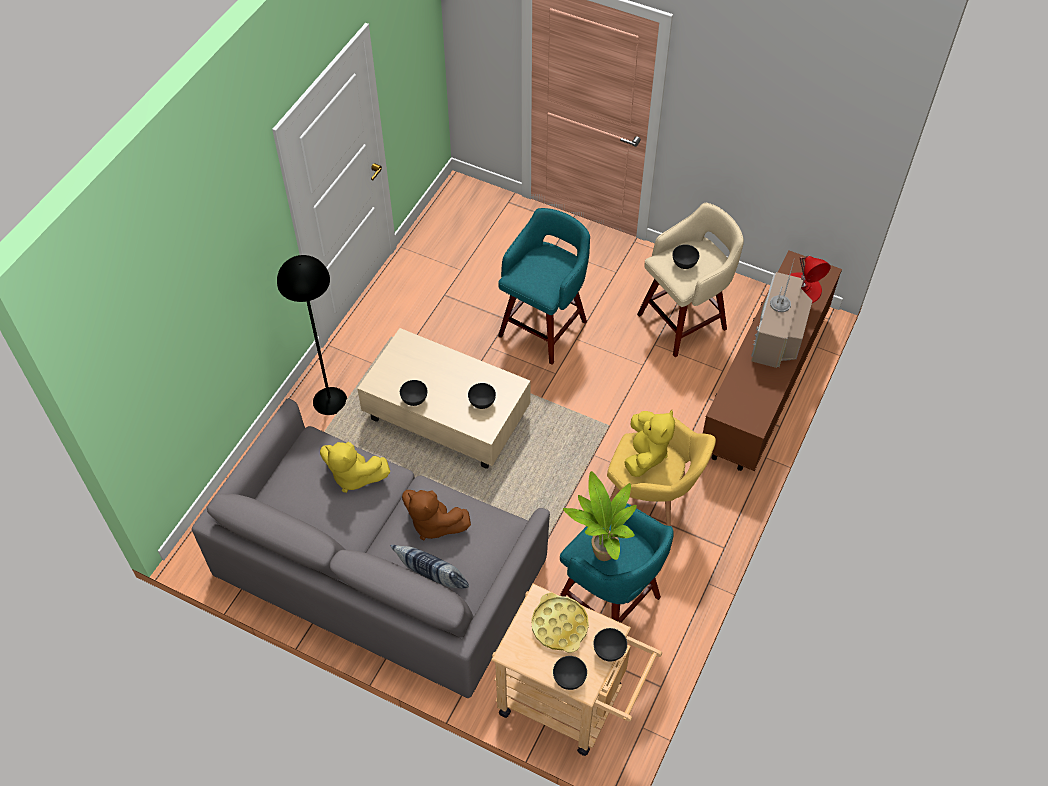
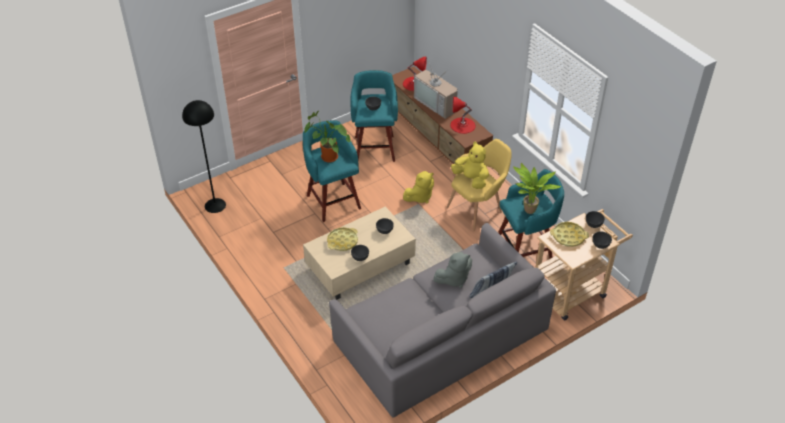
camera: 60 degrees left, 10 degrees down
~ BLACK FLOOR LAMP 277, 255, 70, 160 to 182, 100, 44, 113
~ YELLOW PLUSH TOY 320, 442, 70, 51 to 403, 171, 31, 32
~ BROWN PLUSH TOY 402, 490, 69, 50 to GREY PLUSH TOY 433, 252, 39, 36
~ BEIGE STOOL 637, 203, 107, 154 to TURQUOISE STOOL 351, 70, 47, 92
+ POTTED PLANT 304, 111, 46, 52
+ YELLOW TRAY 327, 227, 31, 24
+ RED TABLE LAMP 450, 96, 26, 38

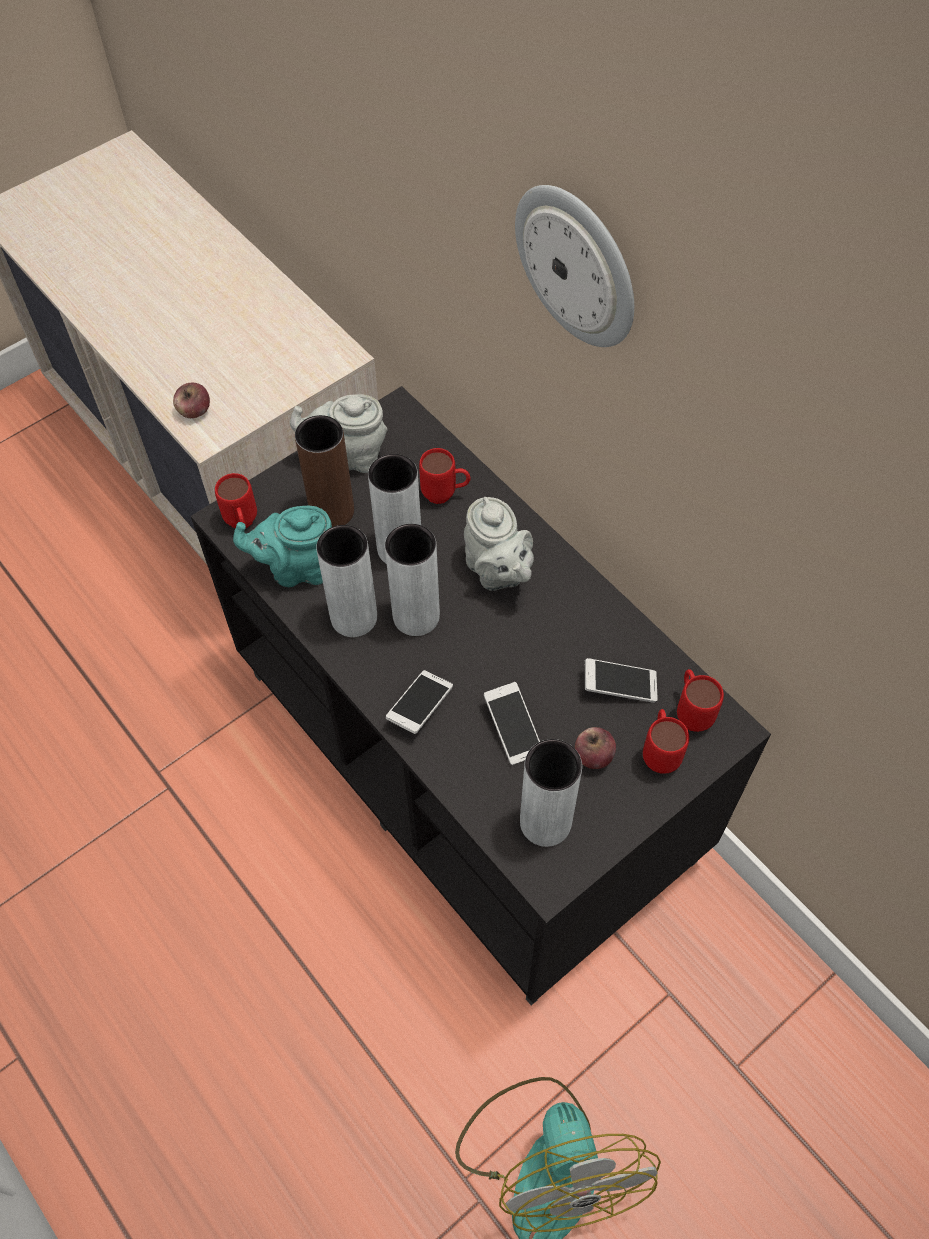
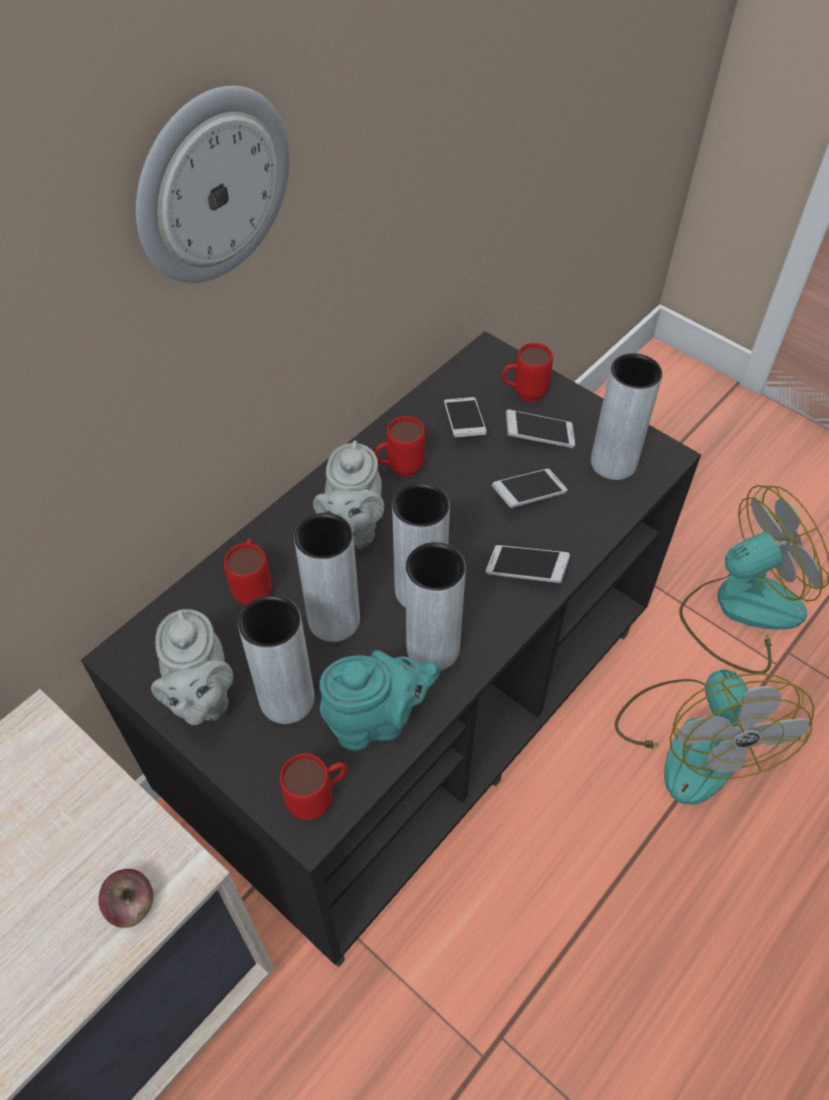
camera: 100 degrees left, 5 degrees down
~ TURQUOISE TEAPOT 233, 506, 99, 81 = 319, 650, 122, 101 90 degrees counterclockwise
~ BROWN VASE 295, 415, 59, 112 to GREY VASE 238, 595, 77, 129
~ GREY TEAPOT 464, 497, 70, 94 = 313, 441, 71, 108 135 degrees clockwise
~ APPLE 575, 727, 41, 42 to PHONE 506, 409, 69, 39
~ RED MUG 677, 669, 47, 63 to 374, 416, 51, 61
+ FAN 614, 669, 200, 135

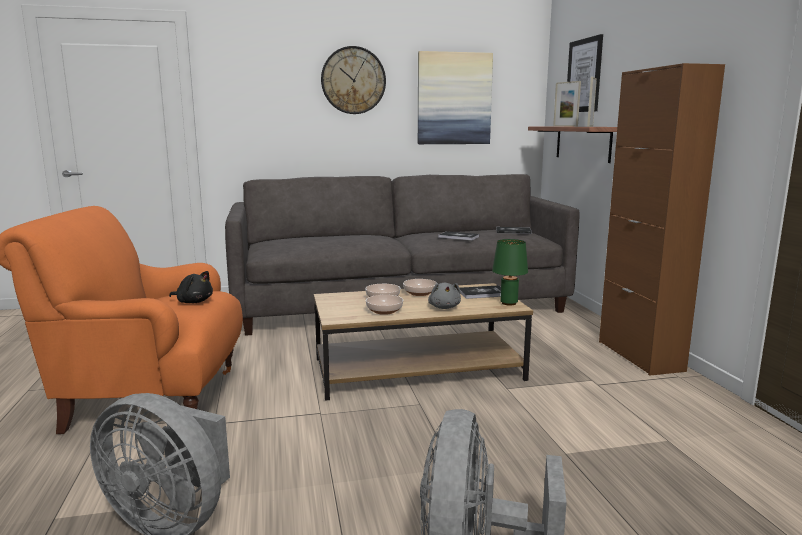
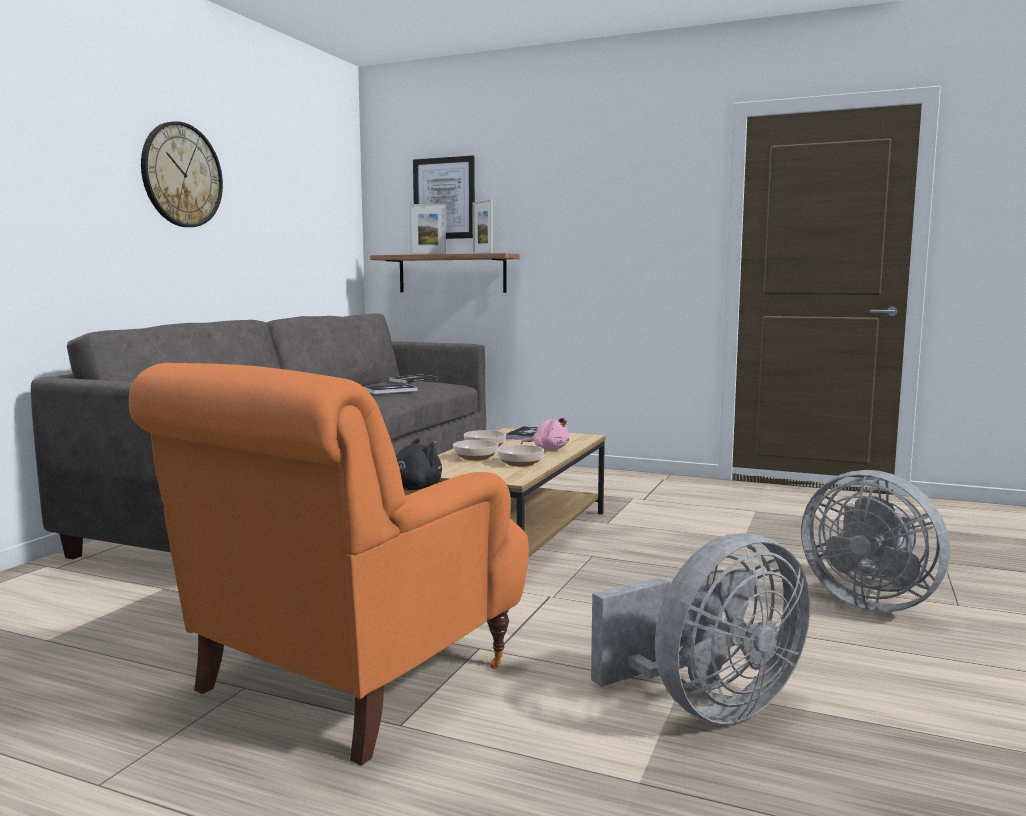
camera: 55 degrees left, 5 degrees down
- PICTURE 418, 51, 75, 93
~ GREY PLUSH TOY 428, 283, 33, 26 to PINK PLUSH TOY 521, 417, 48, 33
- GREEN TABLE LAMP 492, 239, 36, 66
- BROWN CABINET 599, 63, 126, 313

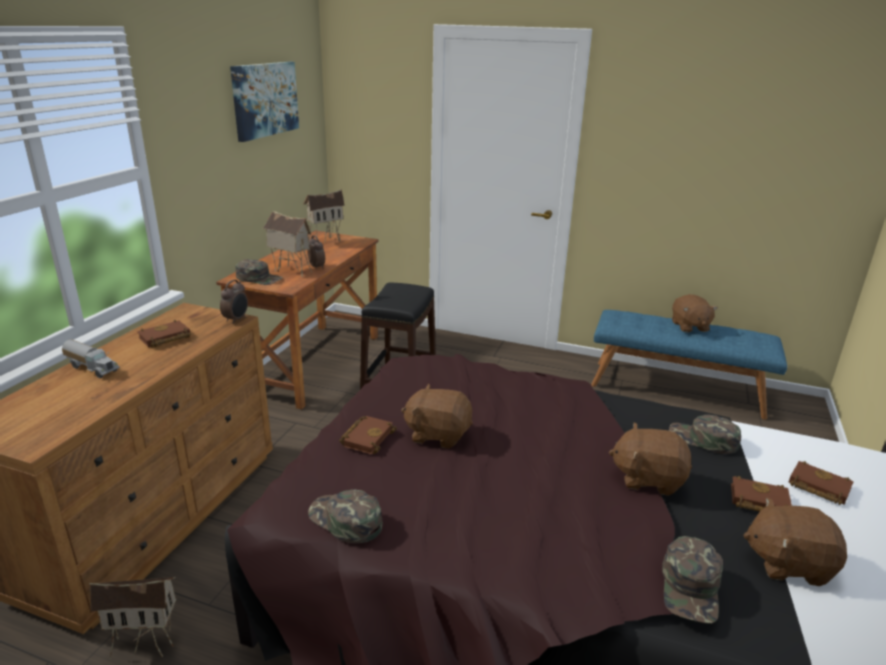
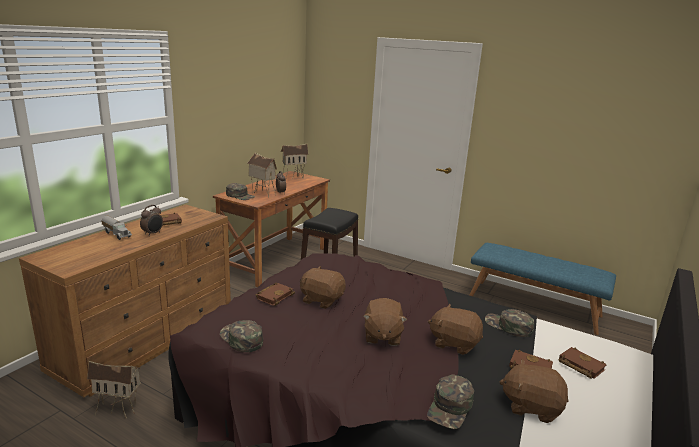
camera: 10 degrees right, 5 degrees down
~ ALARM CLOCK 220, 280, 28, 44 to 140, 205, 23, 30
- PICTURE 230, 62, 69, 80
~ BROWN PLUSH TOY 672, 294, 46, 39 to 363, 298, 44, 48

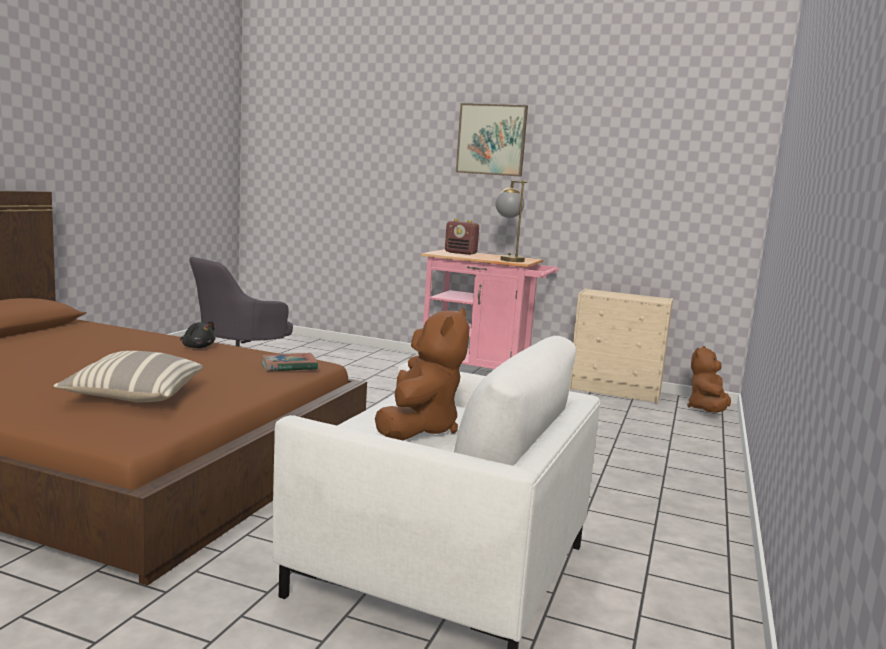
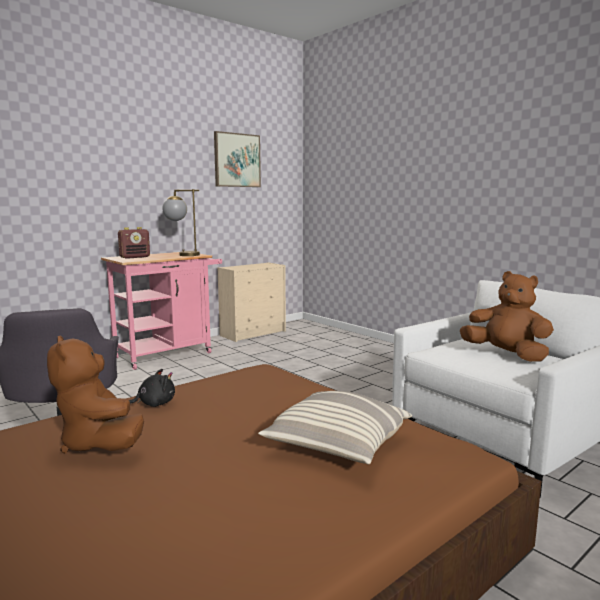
camera: 60 degrees left, 0 degrees up
- BOOK 261, 353, 57, 18
~ PICTURE 456, 103, 72, 74 to 214, 131, 47, 56
~ BROWN PLUSH TOY 687, 346, 44, 67 to 47, 336, 97, 118

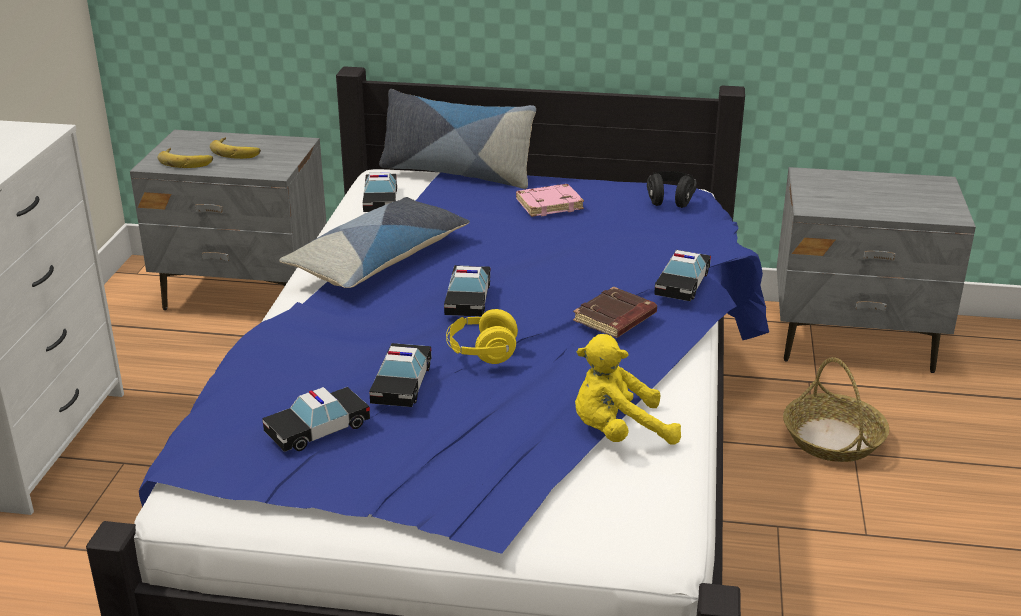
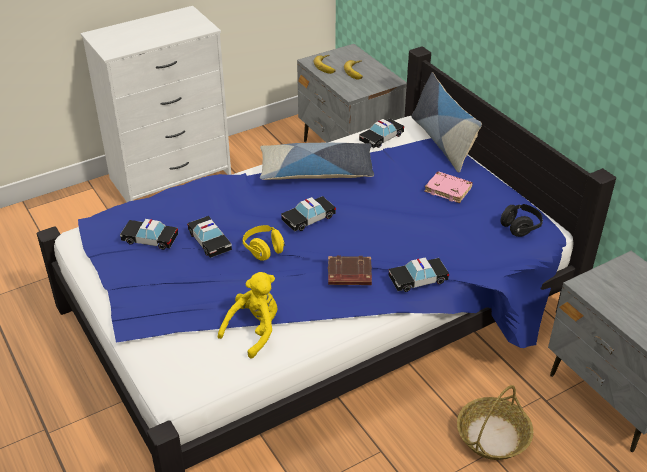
camera: 50 degrees right, 10 degrees up
~ TOY CAR 369, 343, 62, 64 = 187, 216, 45, 42 90 degrees counterclockwise
~ YELLOW PLUSH TOY 575, 334, 106, 111 = 218, 272, 60, 86 90 degrees clockwise

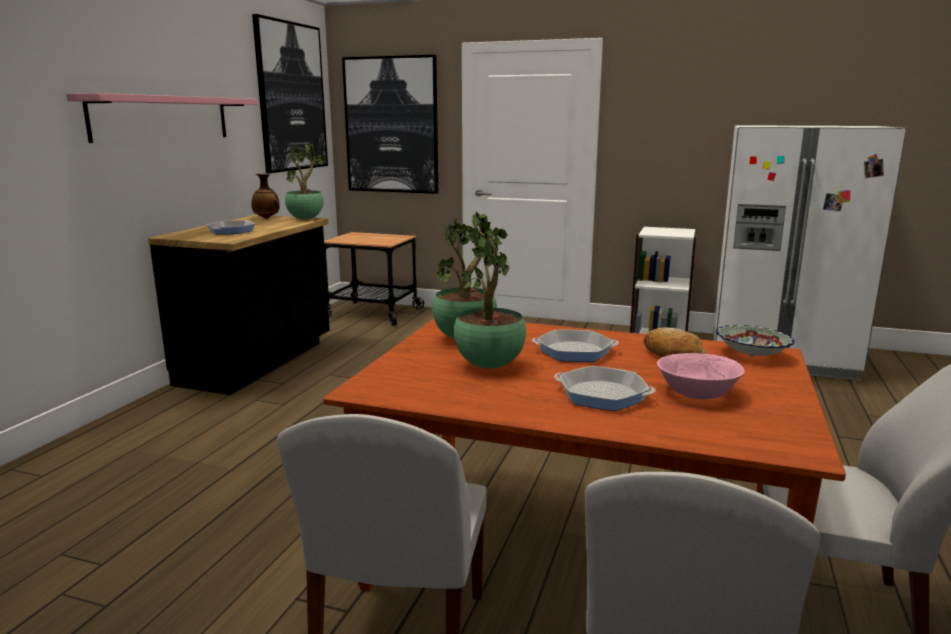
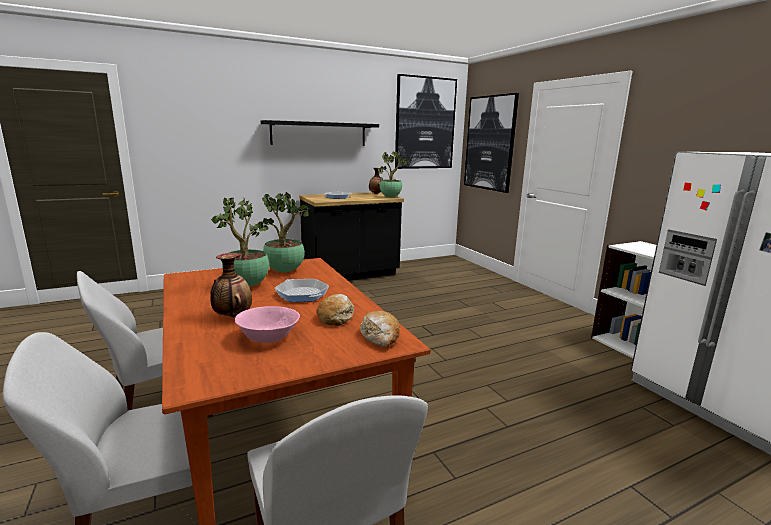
camera: 45 degrees right, 0 degrees up
~ PINK SHELF 66, 93, 192, 50 to BLACK SHELF 261, 120, 118, 26
- CART 324, 232, 100, 94
~ FRYING PAN 554, 366, 101, 45 to VASE 210, 253, 42, 64
~ BOWL 716, 325, 78, 31 to BREAD 360, 311, 40, 36

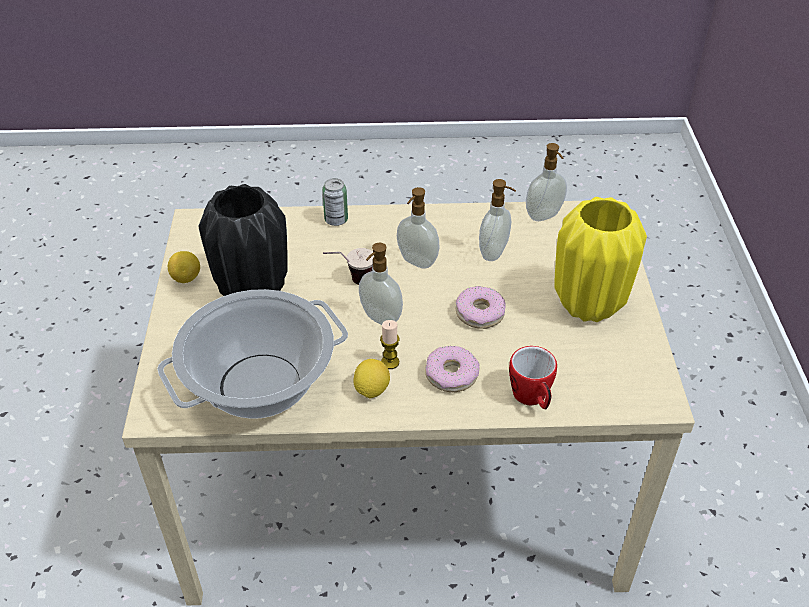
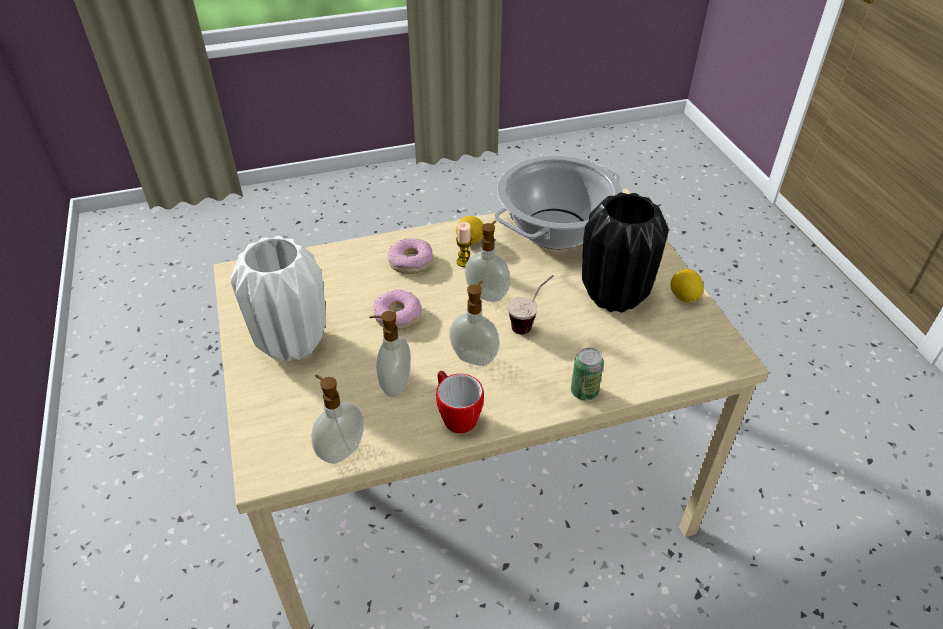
camera: 165 degrees right, 0 degrees up
~ MUG 509, 346, 48, 63 to 436, 371, 48, 62
~ YELLOW VASE 554, 197, 93, 125 to WHITE VASE 230, 236, 96, 126

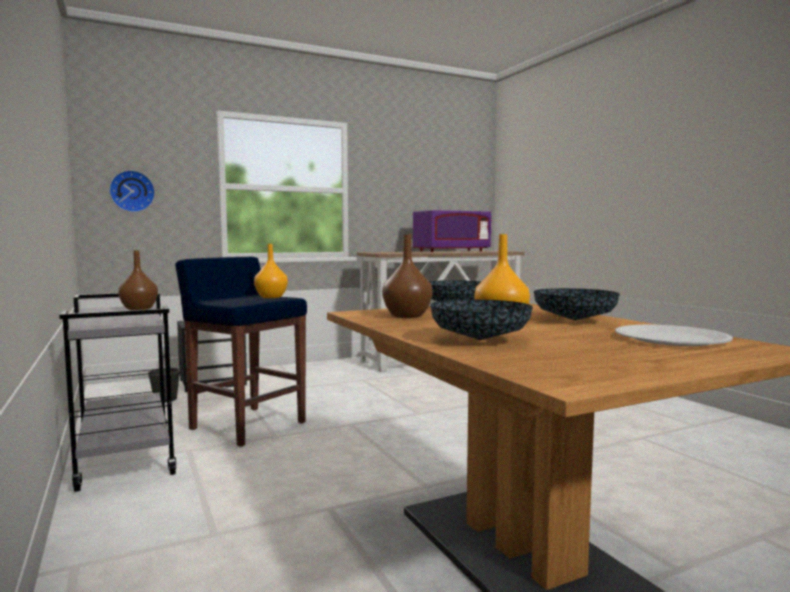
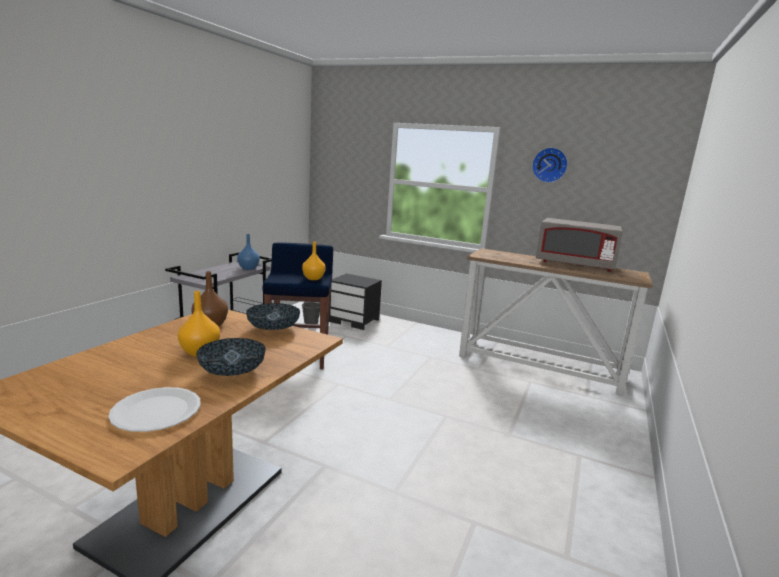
camera: 50 degrees right, 10 degrees up
~ WALL CLOCK 109, 170, 46, 42 to 532, 147, 36, 36
~ BROWN VASE 118, 250, 40, 60 to BLUE VASE 237, 234, 23, 36
~ PURPLE MICROWAVE 413, 210, 78, 42 to GREY MICROWAVE 536, 218, 87, 54
- BOWL 430, 299, 103, 41

